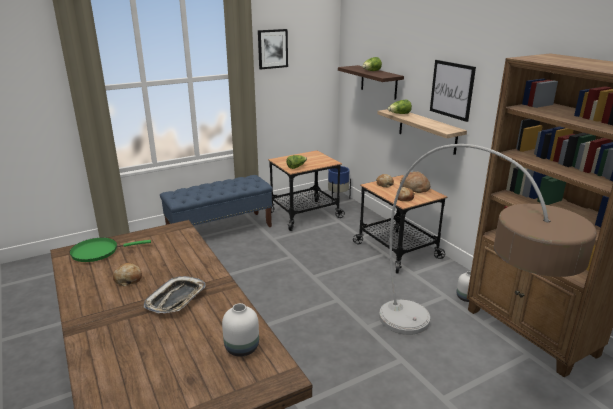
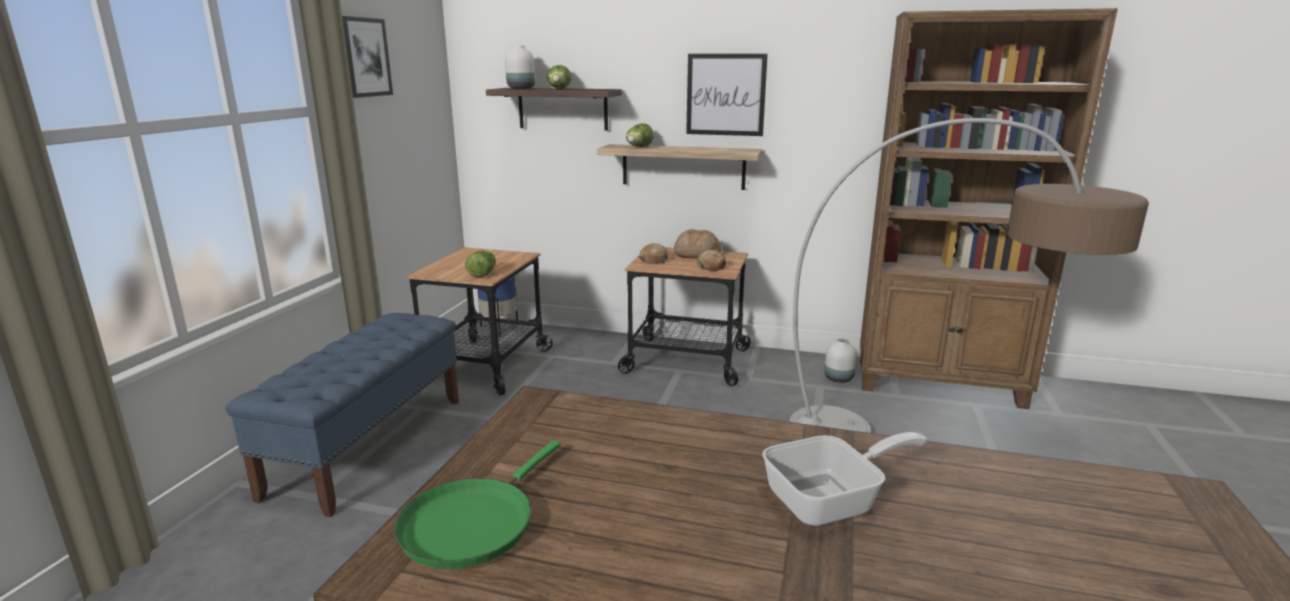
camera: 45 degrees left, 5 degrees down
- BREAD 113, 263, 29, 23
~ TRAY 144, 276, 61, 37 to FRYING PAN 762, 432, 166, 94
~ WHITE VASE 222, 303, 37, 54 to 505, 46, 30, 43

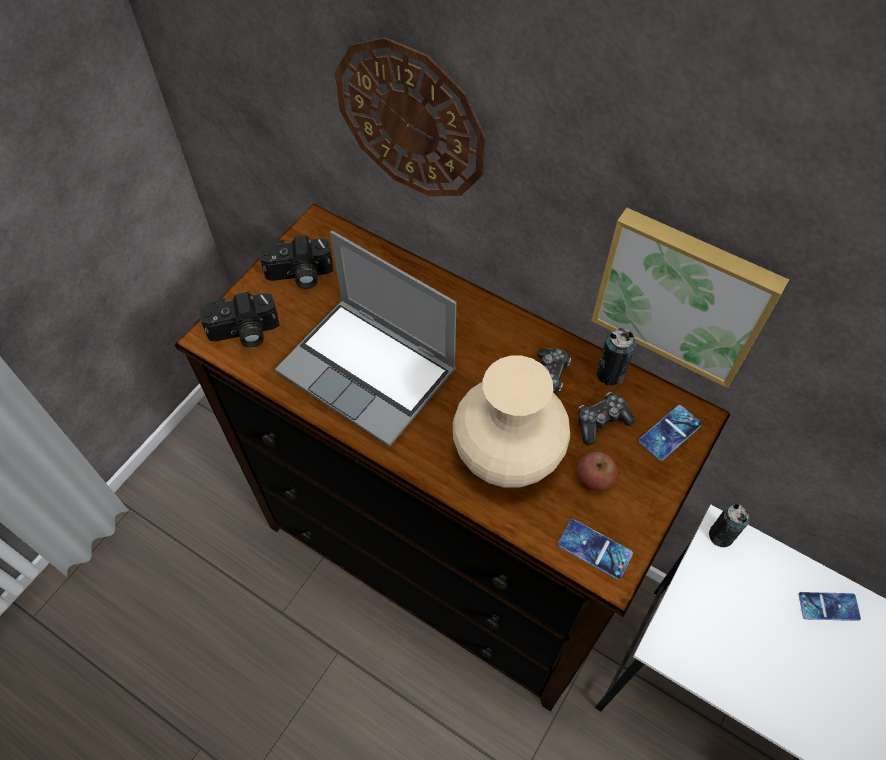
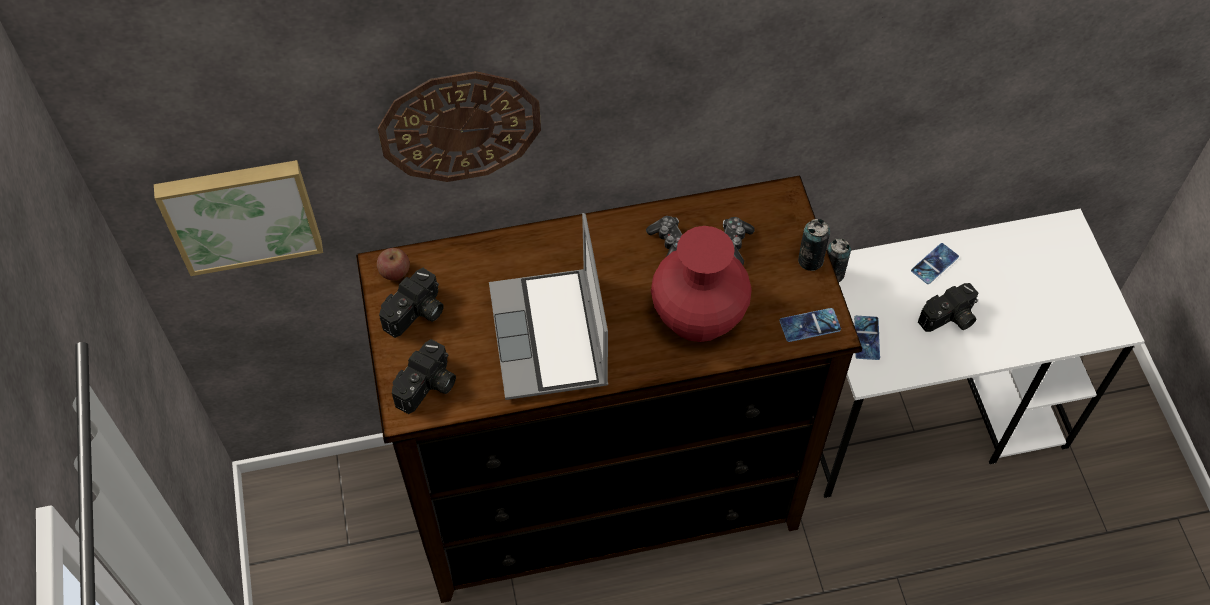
camera: 45 degrees left, 0 degrees up
~ LAPTOP 275, 231, 181, 216 = 489, 213, 119, 187 90 degrees clockwise
~ BEIGE VASE 453, 356, 117, 132 to RED VASE 651, 226, 100, 116
~ APPLE 577, 451, 40, 40 to 377, 248, 33, 33
~ PICTURE 591, 208, 198, 180 to 154, 160, 169, 116
~ CAN 596, 328, 40, 58 to 798, 219, 32, 52
~ PHONE 639, 405, 63, 56 to 854, 316, 26, 44
+ PHOTO CAMERA 918, 283, 60, 49

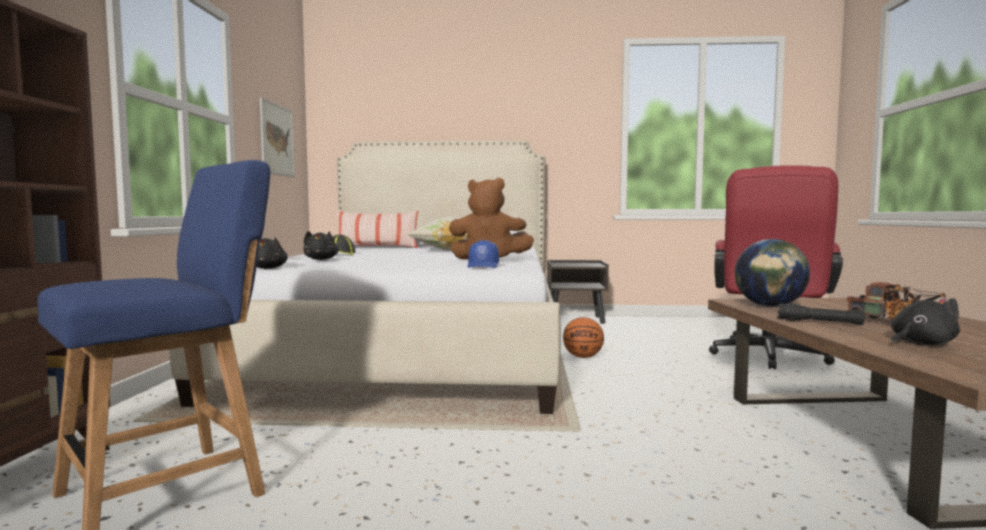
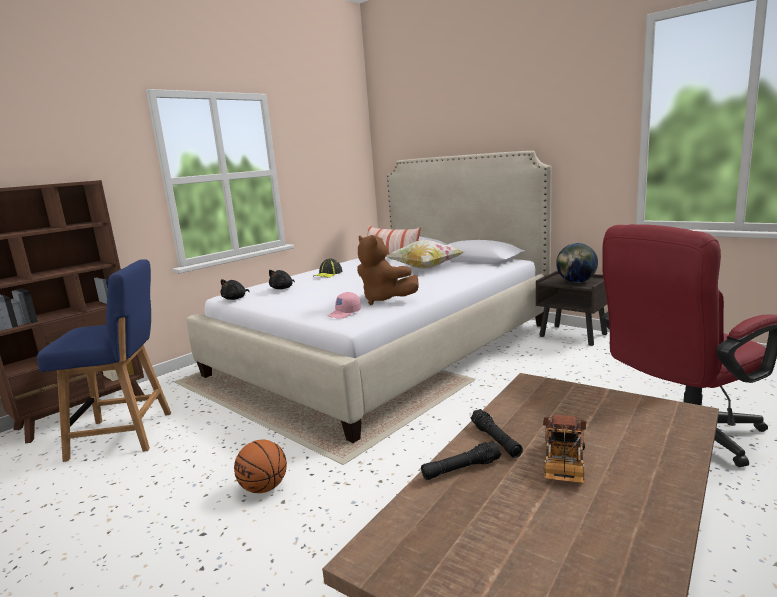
camera: 40 degrees right, 10 degrees up
- PICTURE 260, 98, 35, 79
~ BLUE CAP 468, 240, 31, 28 to PINK CAP 328, 292, 33, 27
~ BASKETBALL 563, 317, 41, 41 to 234, 440, 53, 53
~ GLOBE 735, 239, 75, 68 to 556, 243, 42, 40
- BLACK PLUSH TOY 891, 295, 69, 50
+ BLACK FLASHLIGHT 421, 441, 81, 39

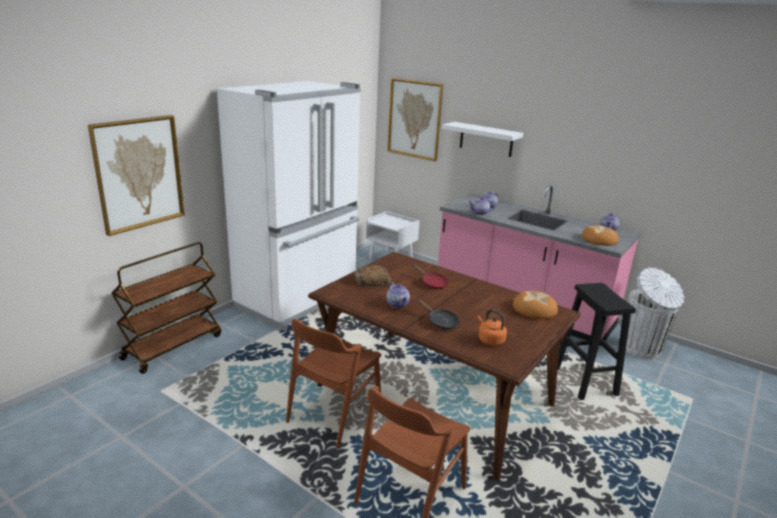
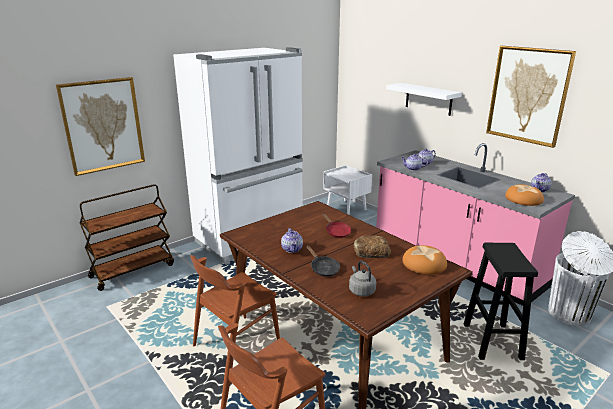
camera: 15 degrees right, 0 degrees up
~ BREAD 354, 265, 37, 22 to 353, 235, 38, 23
~ PICTURE 387, 78, 56, 83 to 486, 46, 90, 102
~ ORANGE KETTLE 478, 309, 29, 37 to GREY KETTLE 349, 261, 27, 36

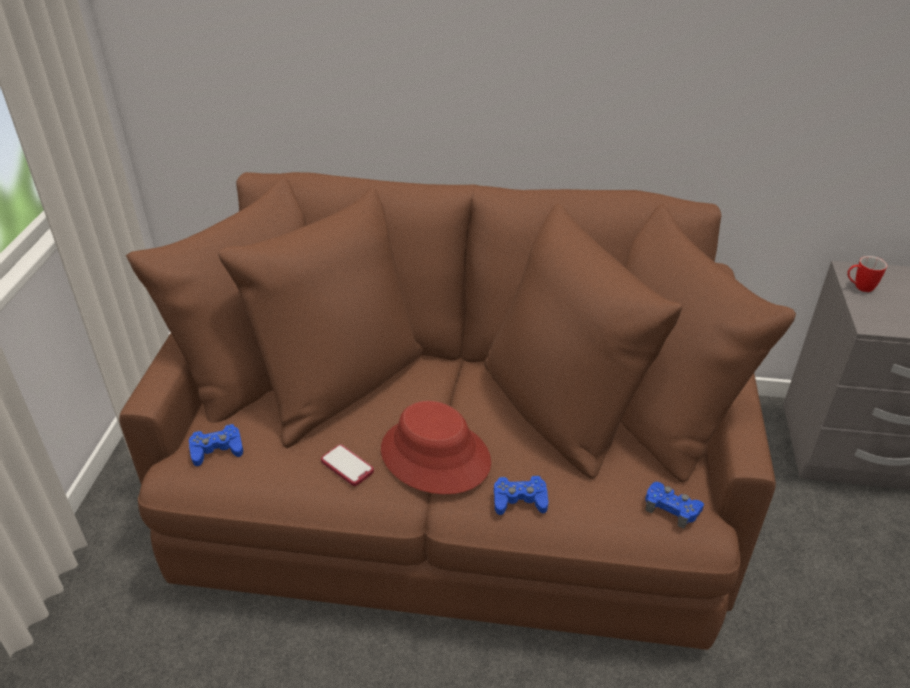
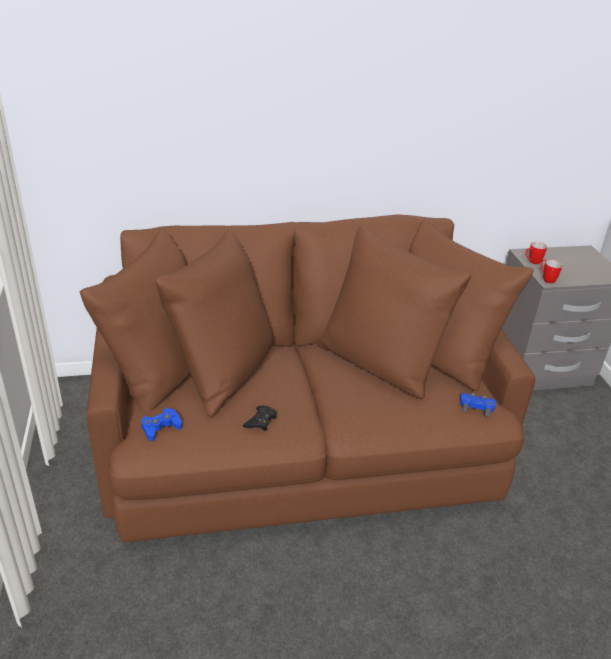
camera: 20 degrees left, 5 degrees down
~ PHONE 321, 445, 53, 41 to BLACK GAME CONTROLLER 243, 406, 33, 25
- RED HAT 381, 401, 110, 93
- BLUE GAME CONTROLLER 494, 476, 54, 39
+ MUG 541, 259, 22, 24

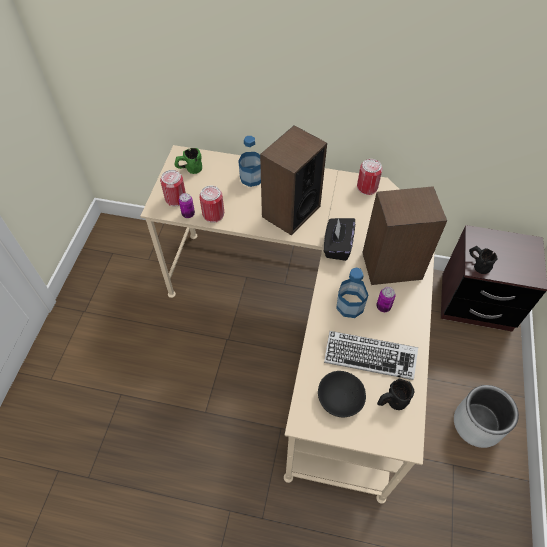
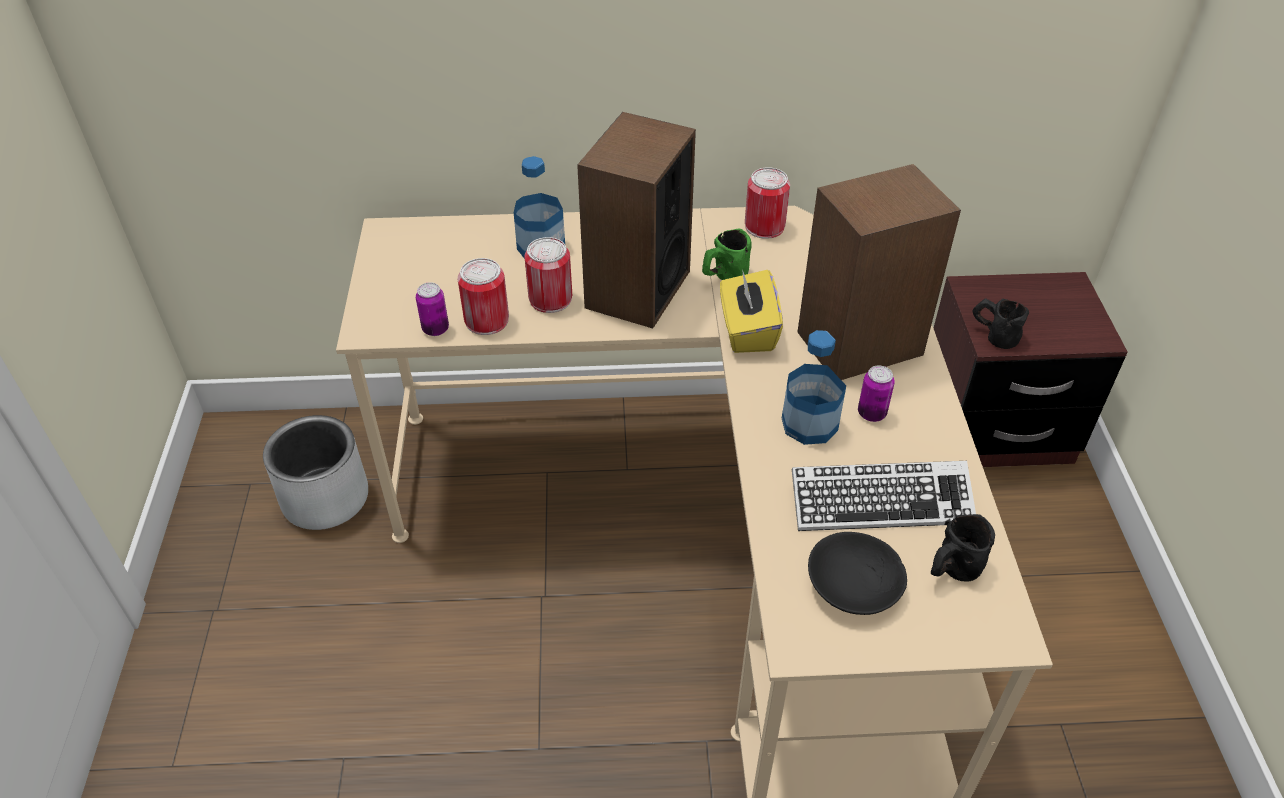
camera: 15 degrees left, 10 degrees down
~ CAN 160, 170, 26, 36 to 524, 237, 48, 76
~ GREEN MUG 175, 148, 27, 26 to 702, 229, 50, 51
~ BLACK TISSUE BOX 324, 218, 31, 43 to YELLOW TISSUE BOX 720, 269, 63, 84
~ GREY PLANTER 454, 385, 65, 63 to 263, 415, 105, 115

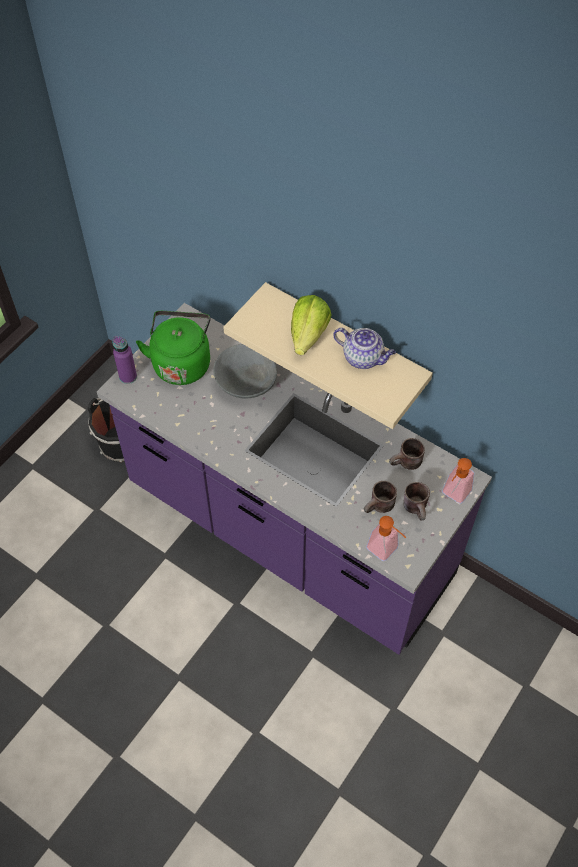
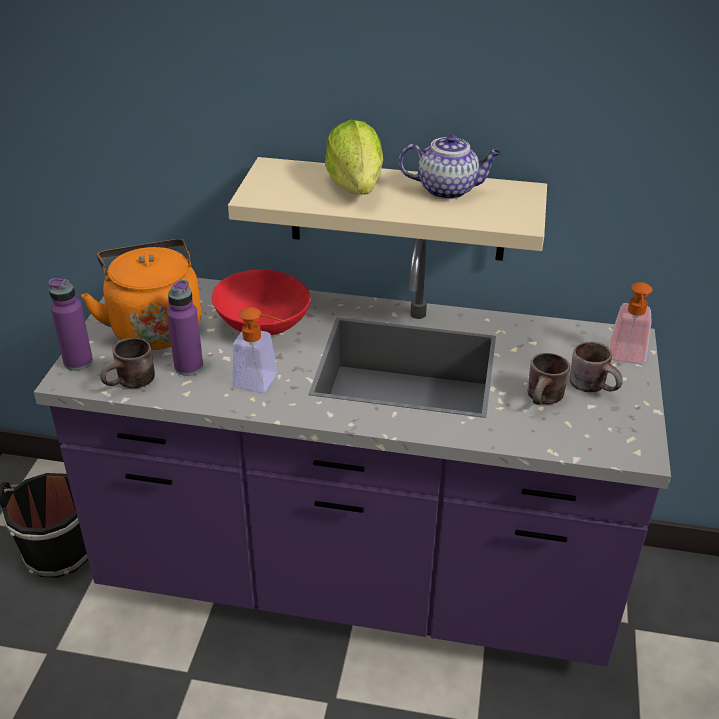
camera: 25 degrees left, 20 degrees down
~ GREEN KETTLE 136, 311, 74, 74 to ORANGE KETTLE 81, 239, 120, 111
~ GREY BOWL 213, 344, 64, 55 to RED BOWL 212, 270, 99, 65
~ SOAP DISPENSER 366, 516, 40, 45 to 232, 307, 53, 86
~ BROWN MUG 389, 438, 36, 32 to 100, 338, 55, 50
+ PURPLE BOTTLE 167, 280, 36, 96

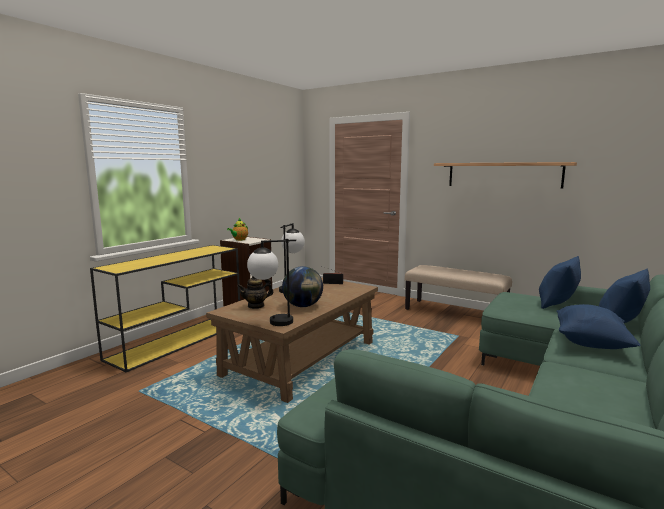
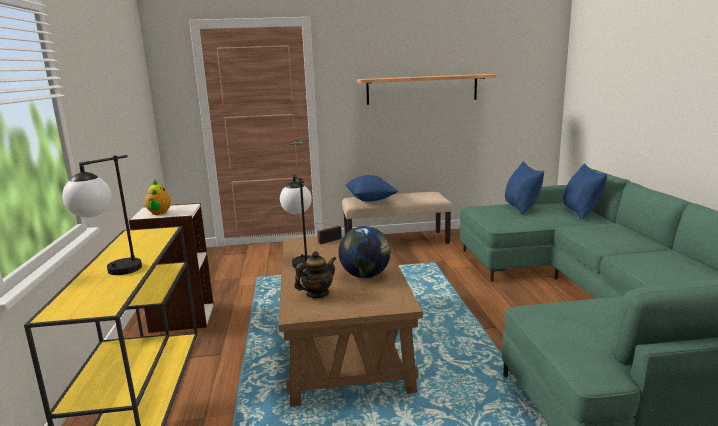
camera: 40 degrees left, 5 degrees up
~ TEAPOT 237, 276, 36, 33 = 295, 251, 41, 47 150 degrees counterclockwise
~ TABLE LAMP 247, 239, 49, 87 to 62, 155, 80, 120
~ BLUE PILLOW 556, 304, 85, 45 to 346, 175, 52, 27

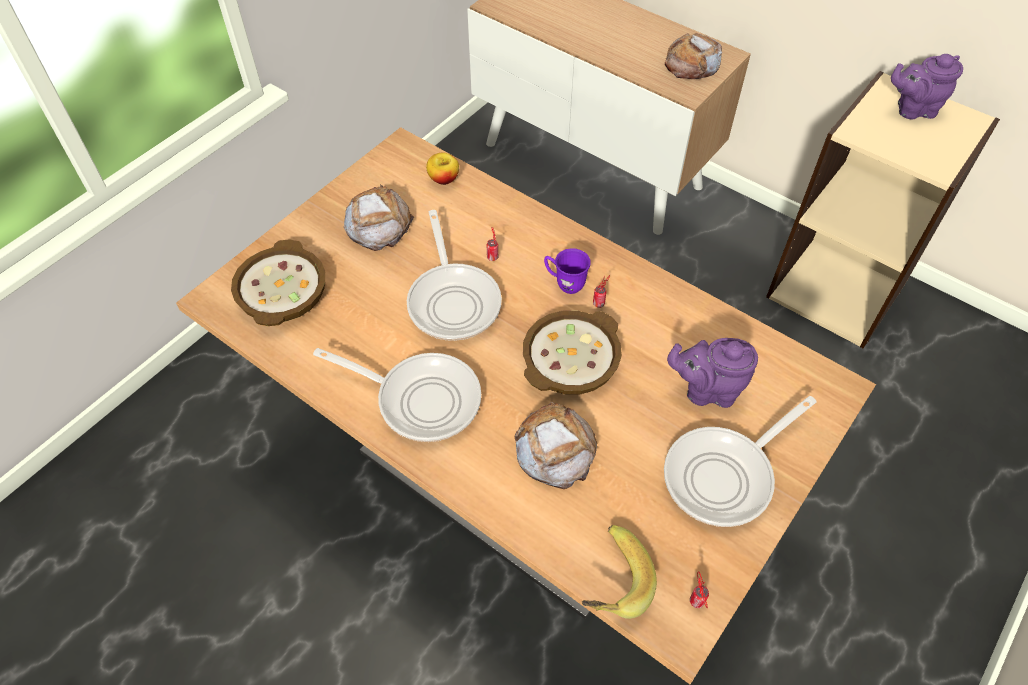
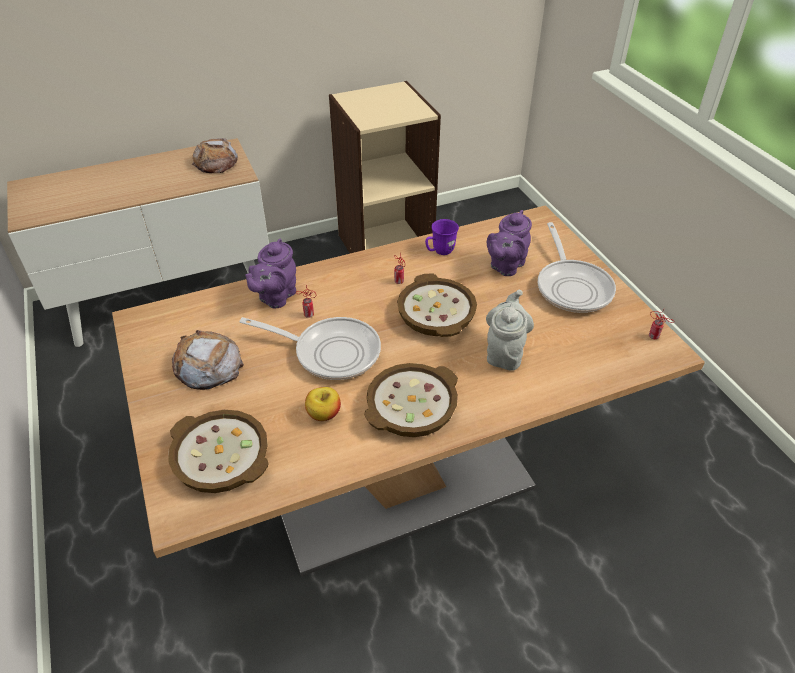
camera: 60 degrees left, 10 degrees down
~ FRYING PAN 313, 348, 168, 94 to BOWL 364, 363, 94, 74
~ APPLE 426, 152, 33, 33 to 305, 387, 36, 34
~ BREAD 515, 401, 82, 88 to GREY TEAPOT 486, 290, 48, 81
~ PURPLE MUG 544, 248, 47, 46 to 425, 219, 34, 36
- BANANA 582, 525, 75, 94
~ PURPLE TEAPOT 891, 54, 72, 66 to 245, 238, 51, 71

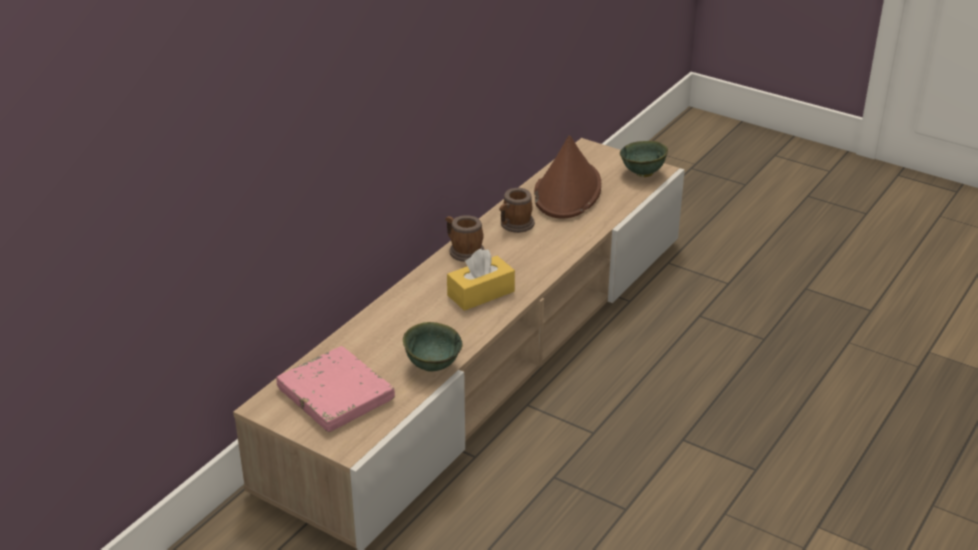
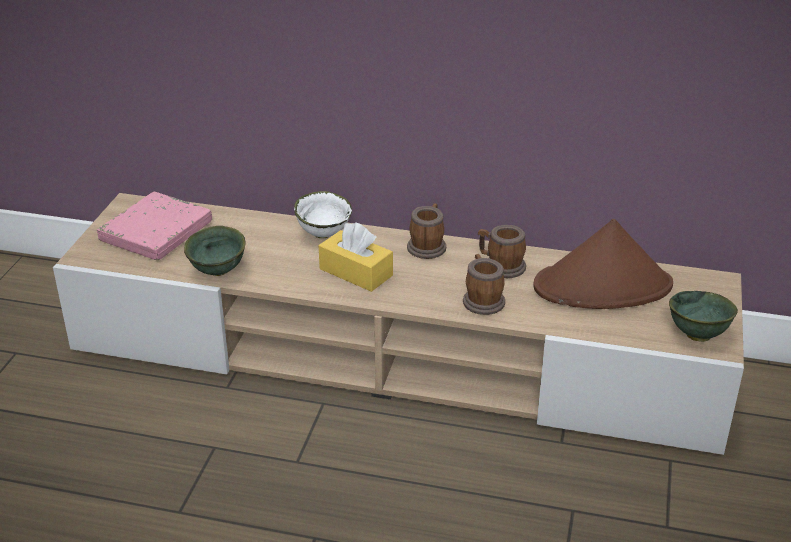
camera: 70 degrees right, 0 degrees up
+ WHITE BOWL 294, 191, 58, 47
+ MUG 463, 254, 42, 61

